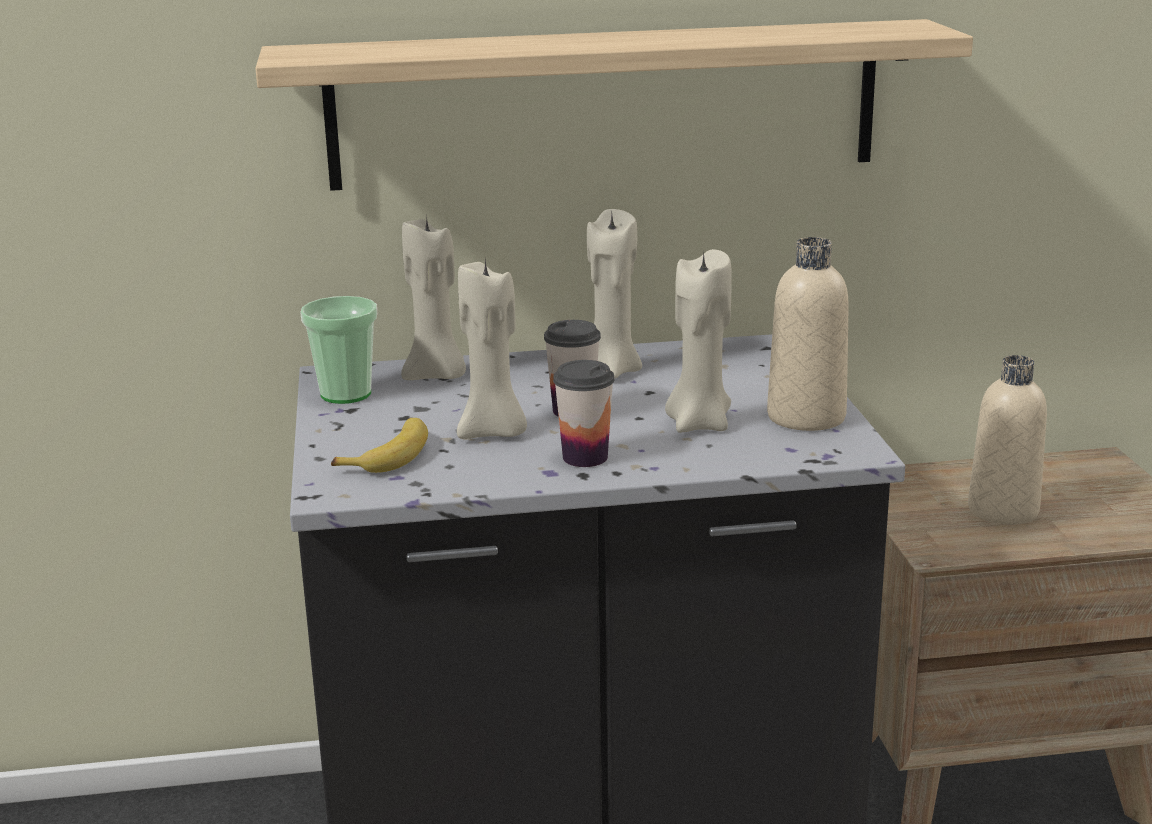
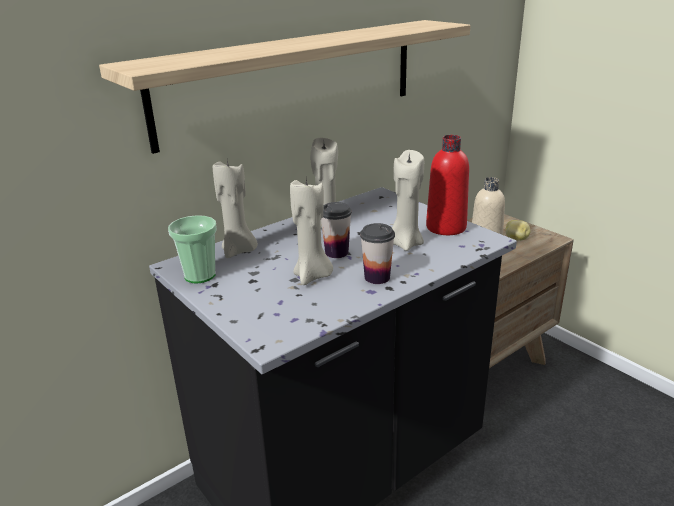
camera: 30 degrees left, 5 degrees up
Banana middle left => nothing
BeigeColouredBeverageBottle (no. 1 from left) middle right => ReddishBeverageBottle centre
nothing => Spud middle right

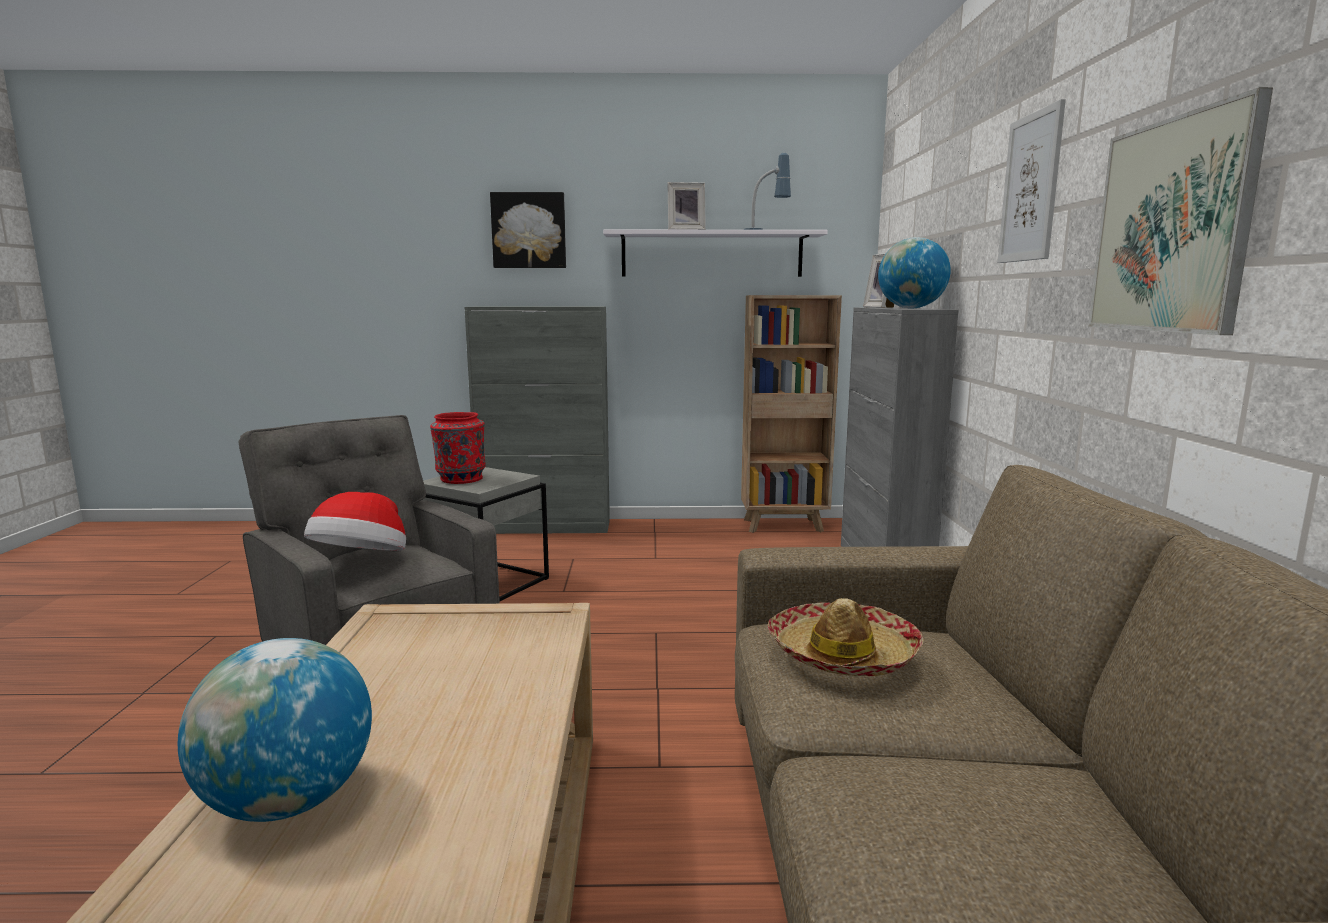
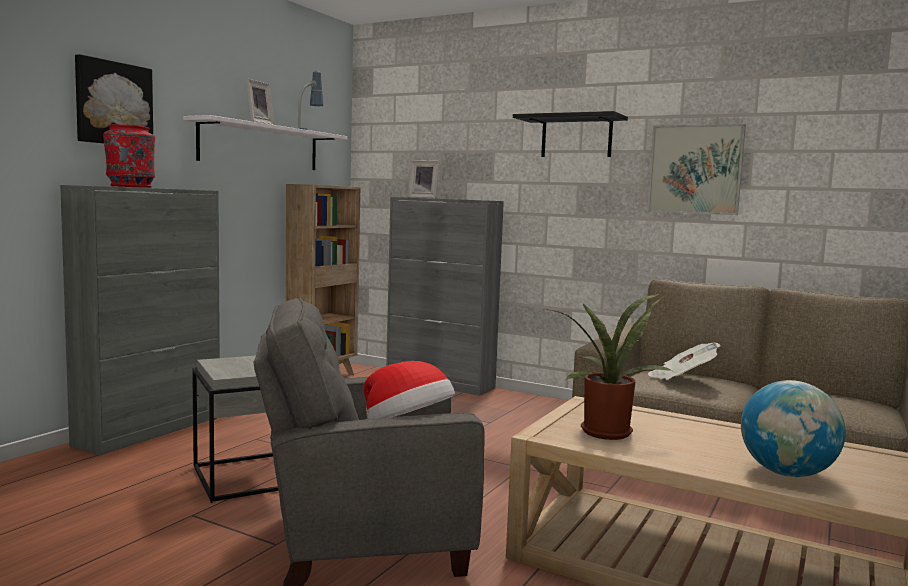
camera: 60 degrees left, 5 degrees down
ReddishFlowerVase centre => ReddishFlowerVase top left, shifted
Hat (no. 2 from left) bottom centre => PrintedPaper middle right
Globe (no. 2 from left) top right => nothing
WallArt (no. 2 from left) top right => BlackishShelf top centre
nothing => PlantInAPot middle right

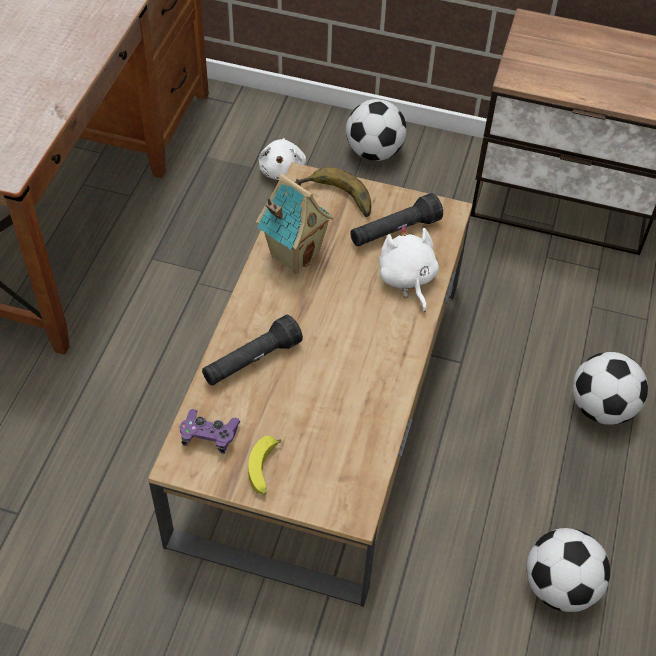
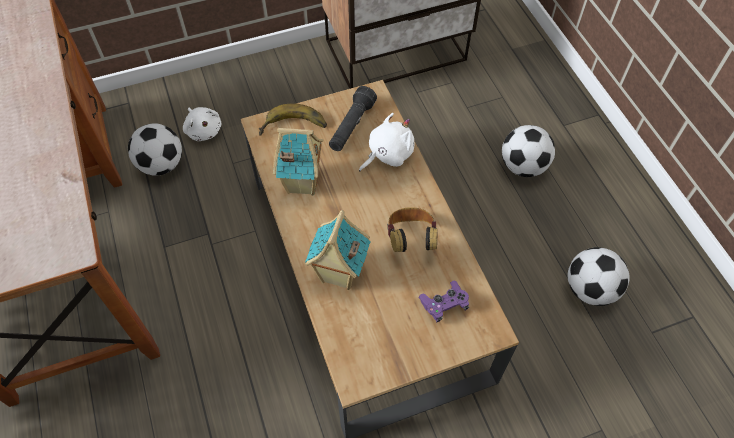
camera: 35 degrees left, 5 degrees up
PurpleGameController middle left => PurpleGameController bottom centre, shifted
BlackishHandTorch (no. 1 from left) centre => ToyHouse (no. 2 from left) centre
Banana (no. 1 from left) bottom centre => nothing
Football (no. 1 from left) top centre => Football (no. 1 from left) middle left, shifted
WhiteSoftToy (no. 2 from left) centre => WhiteSoftToy (no. 2 from left) top centre, 105 degrees clockwise
nothing => Headset centre

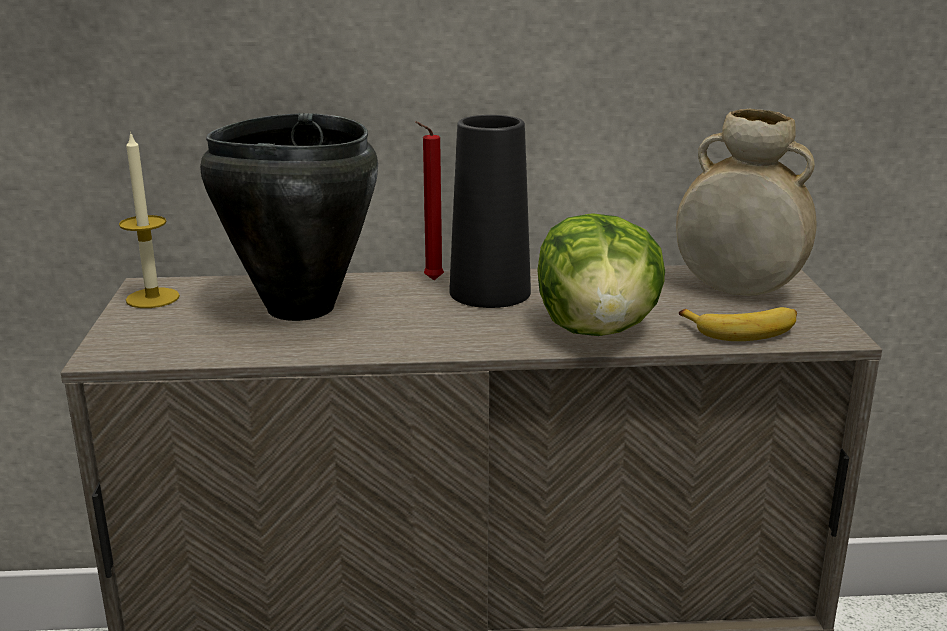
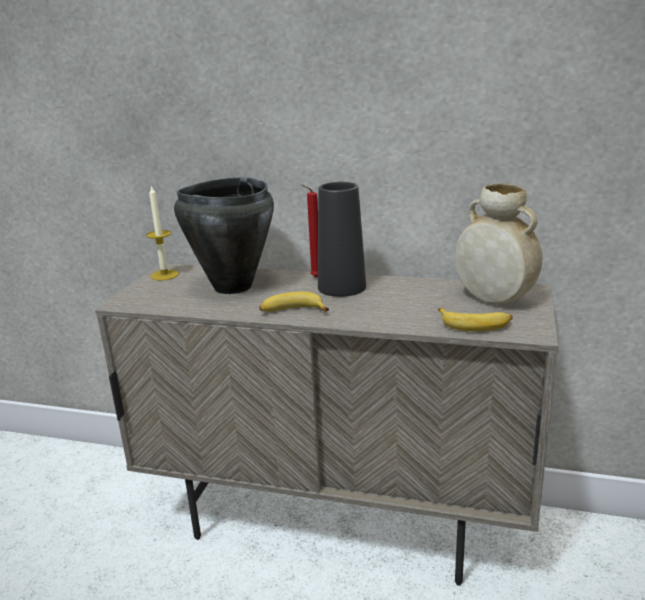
camera: 20 degrees right, 0 degrees up
Lettuce centre => nothing
nothing => Banana (no. 1 from left) centre

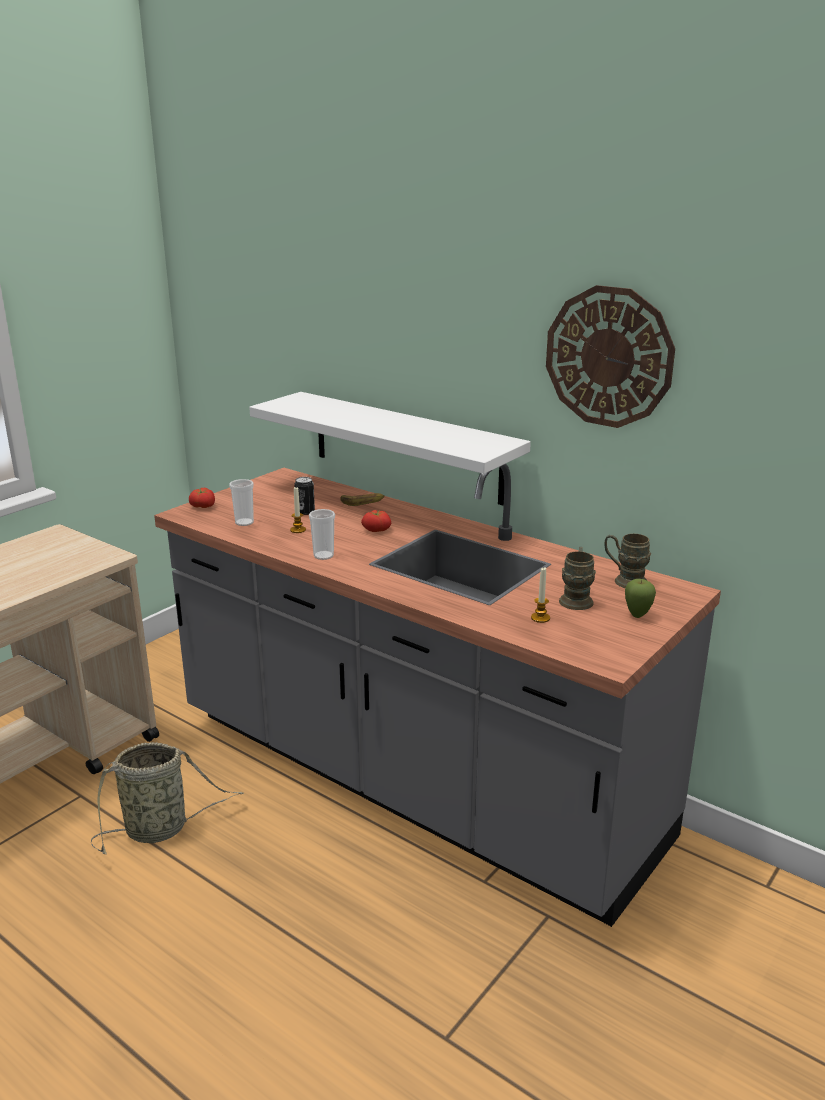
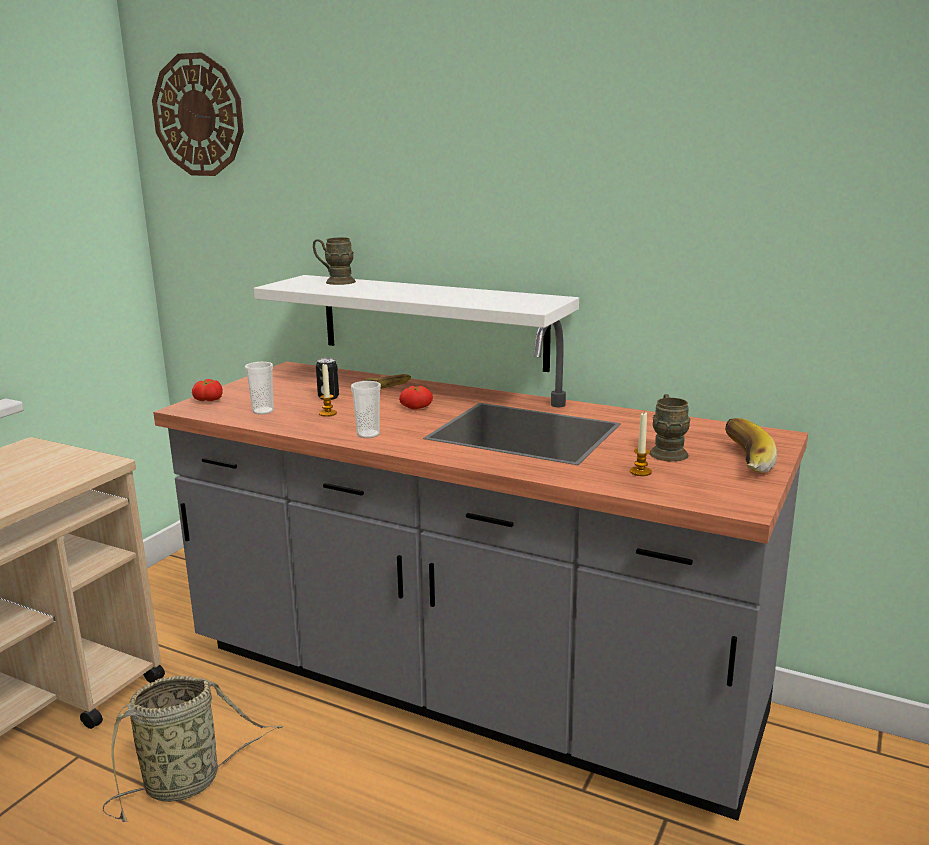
camera: 10 degrees left, 5 degrees down
ClockOnTheWall top right => ClockOnTheWall top left, shifted
BrownishMug (no. 2 from left in the first image) middle right => BrownishMug (no. 1 from left) top centre, shifted
AppleFruit middle right => Banana (no. 2 from left) middle right

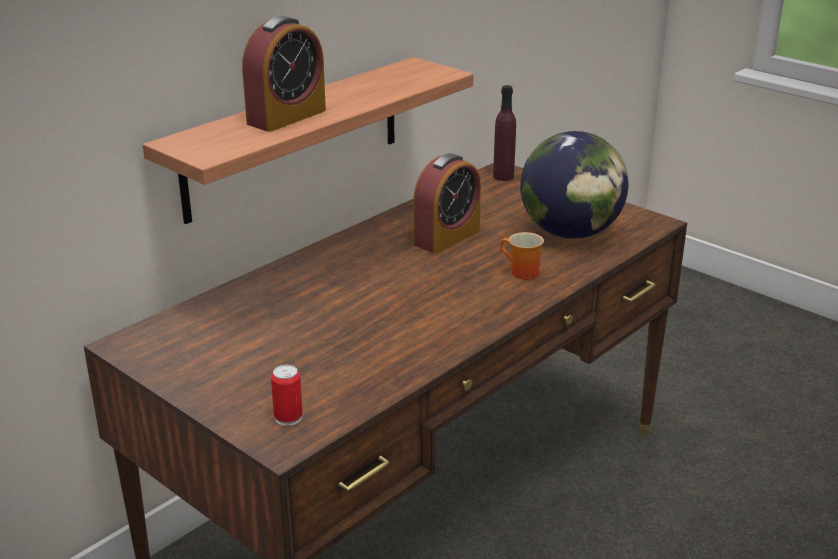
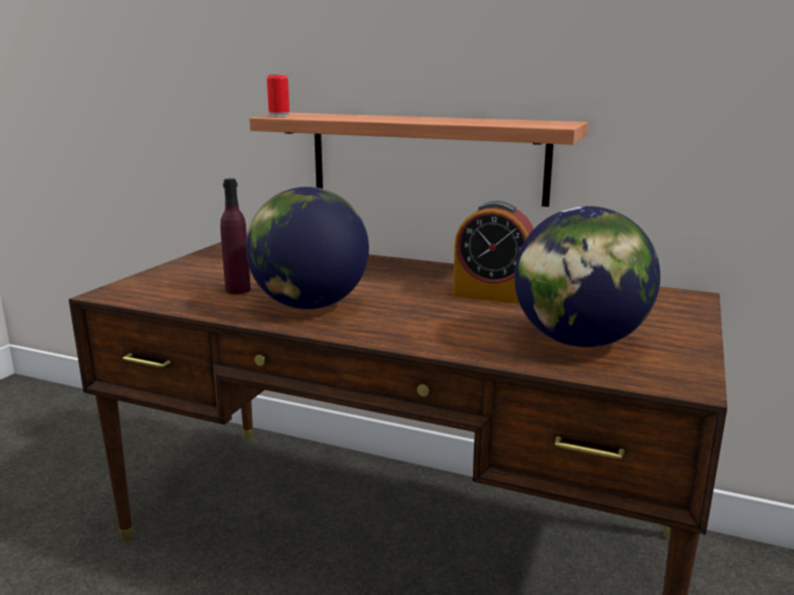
camera: 70 degrees right, 10 degrees down
AlarmClock (no. 1 from left) top centre => nothing
Can bottom centre => Can top centre, shifted
PurpleBeverageBottle top centre => PurpleBeverageBottle middle left, shifted
Mug centre => nothing
nothing => Globe (no. 1 from left) centre

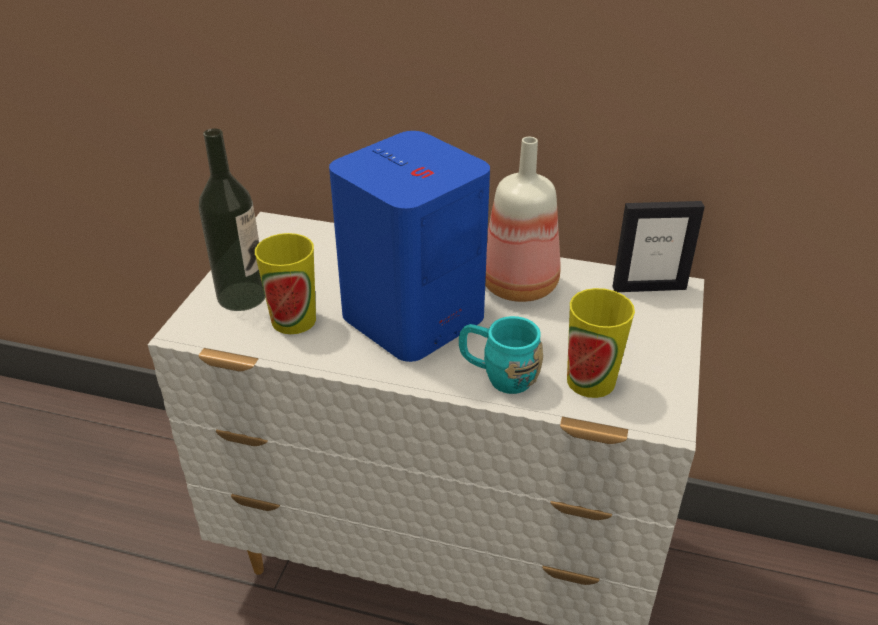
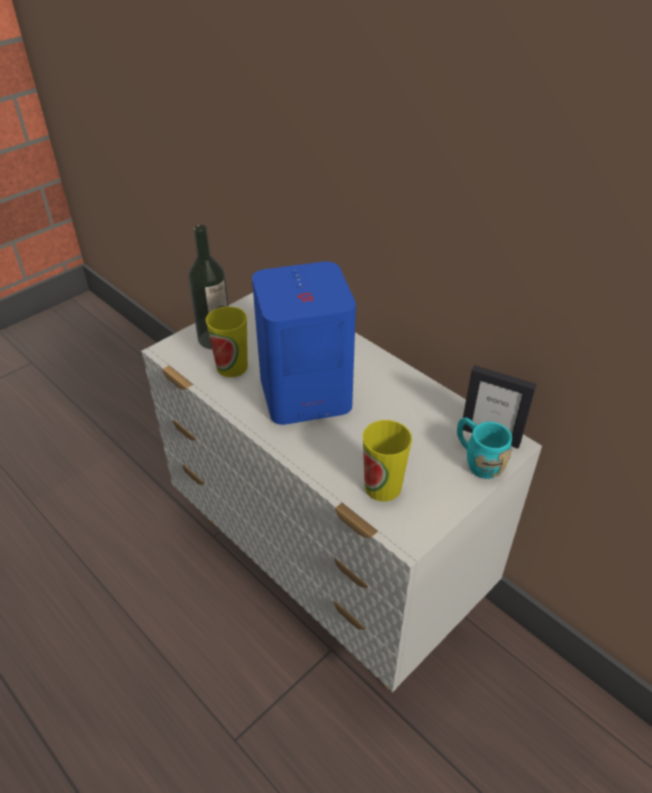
camera: 30 degrees right, 5 degrees up
TurquoiseColouredMug centre => TurquoiseColouredMug middle right, shifted
BeverageBottle (no. 2 from left) centre => nothing

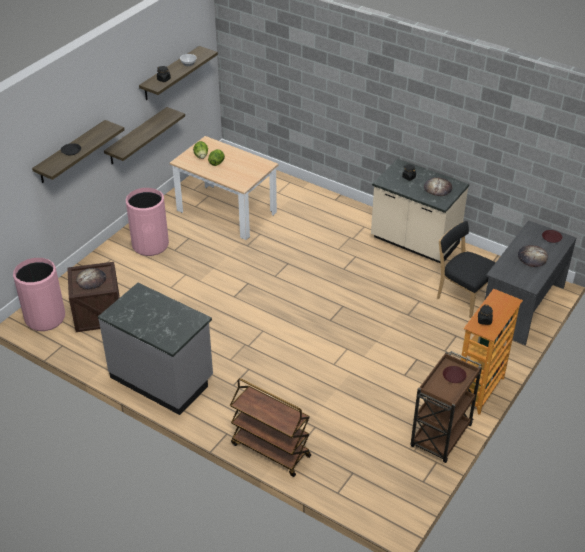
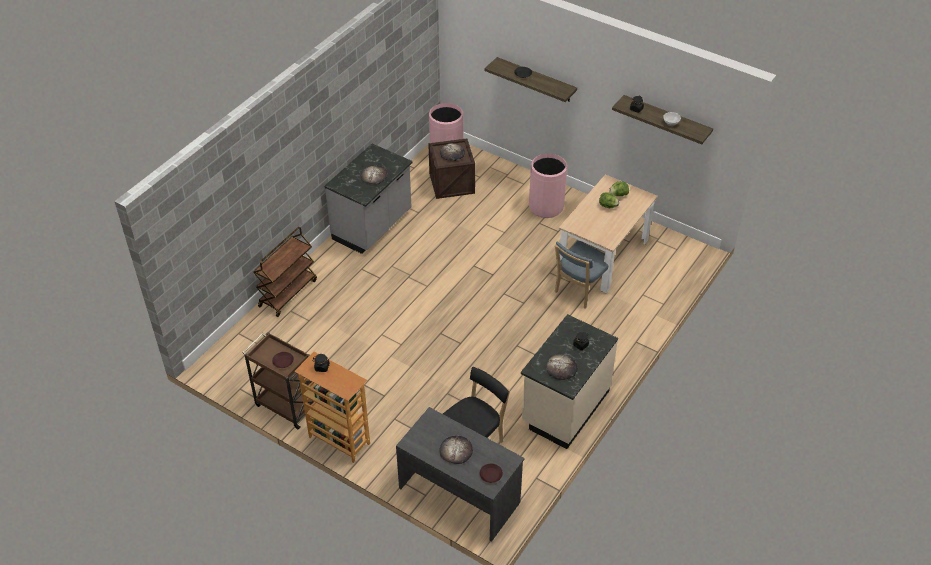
camera: 90 degrees right, 5 degrees up
Shelf (no. 2 from left) top left => nothing
nothing => Bread (no. 1 from left) top centre
nothing => BluePlainChair centre

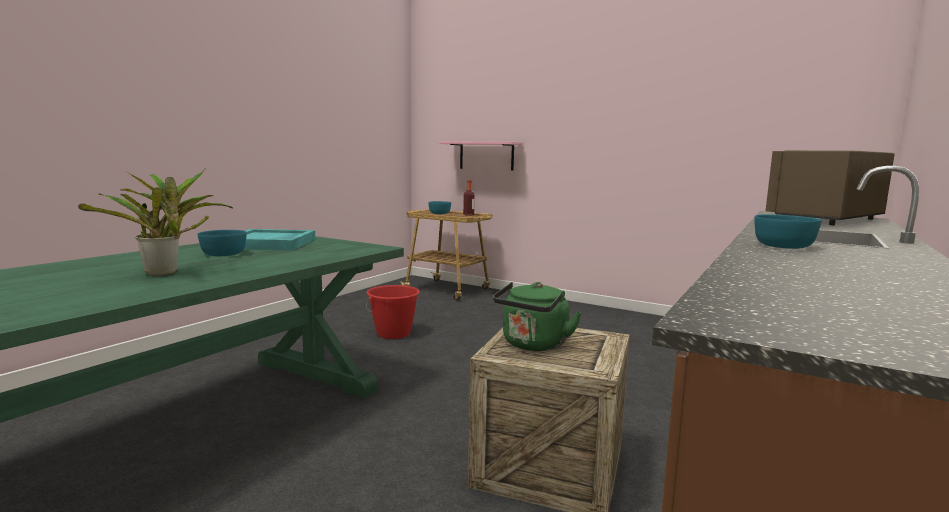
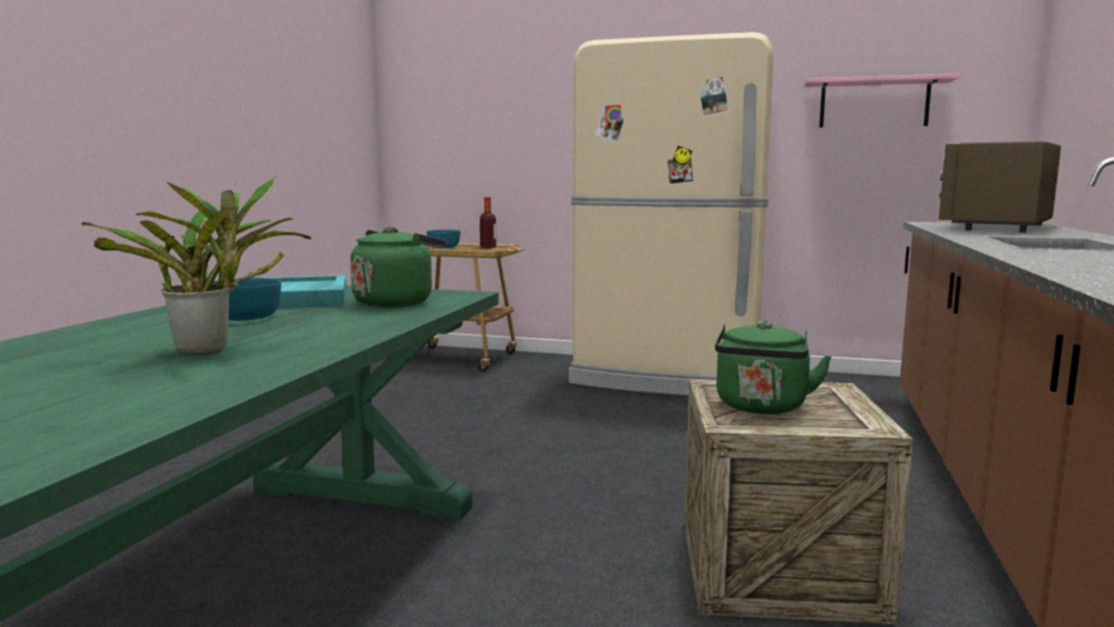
camera: 15 degrees left, 0 degrees up
ReddishPail centre => nothing
PinkColouredShelf top centre => PinkColouredShelf top right, shifted
TurquoiseColouredBowl (no. 3 from left) middle right => nothing
nothing => GreenishKettle (no. 1 from left) centre
nothing => BeigeColouredKitchenFridge centre

